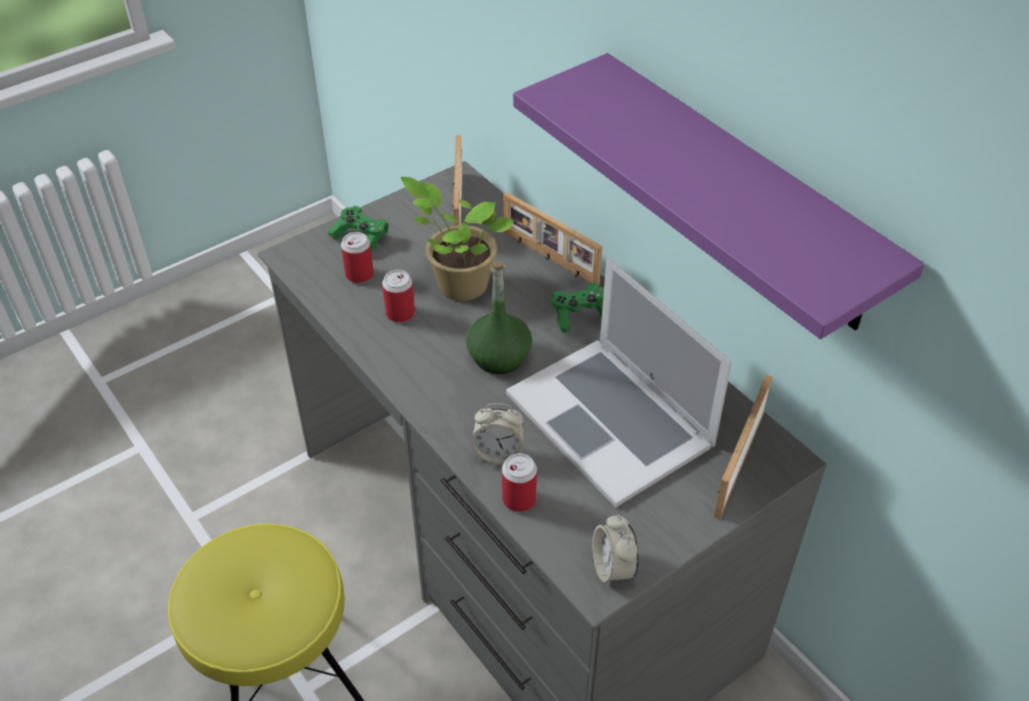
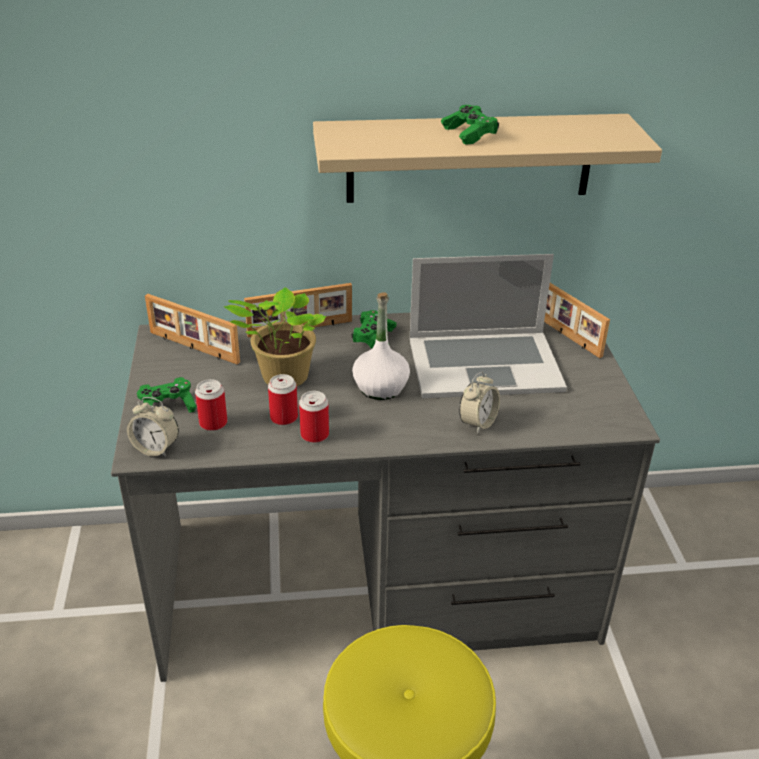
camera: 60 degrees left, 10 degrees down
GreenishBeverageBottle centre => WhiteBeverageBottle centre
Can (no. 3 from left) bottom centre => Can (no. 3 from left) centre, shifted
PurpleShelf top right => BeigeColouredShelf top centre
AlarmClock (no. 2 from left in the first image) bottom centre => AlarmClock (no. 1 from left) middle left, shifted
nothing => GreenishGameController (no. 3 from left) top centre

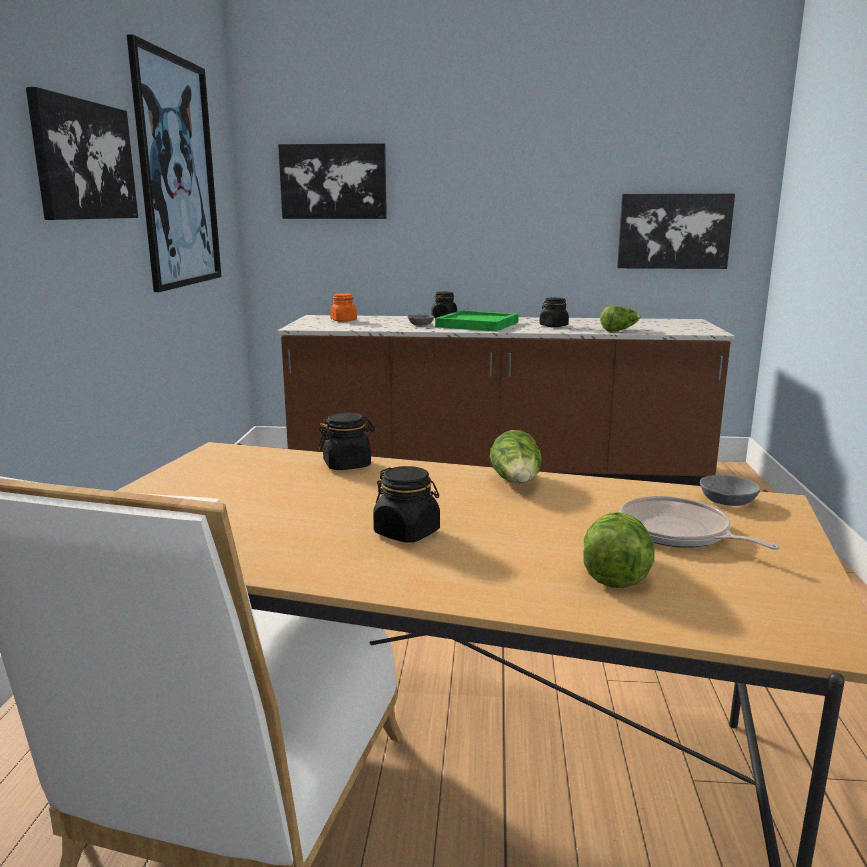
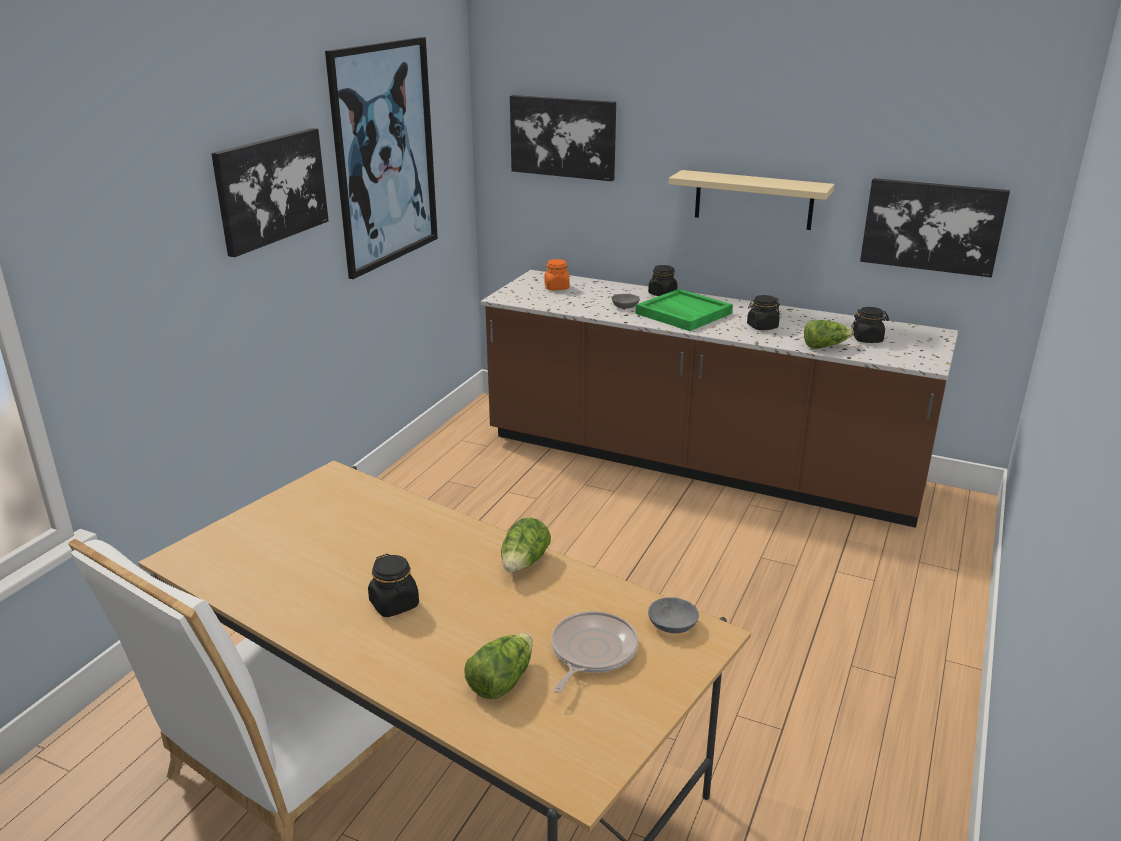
camera: 20 degrees right, 10 degrees up
BlackishJar (no. 1 from left in the first image) centre => BlackishJar (no. 4 from left) middle right, shifted
Skillet middle right => Skillet bottom centre, 45 degrees clockwise
nothing => BeigeColouredShelf top right

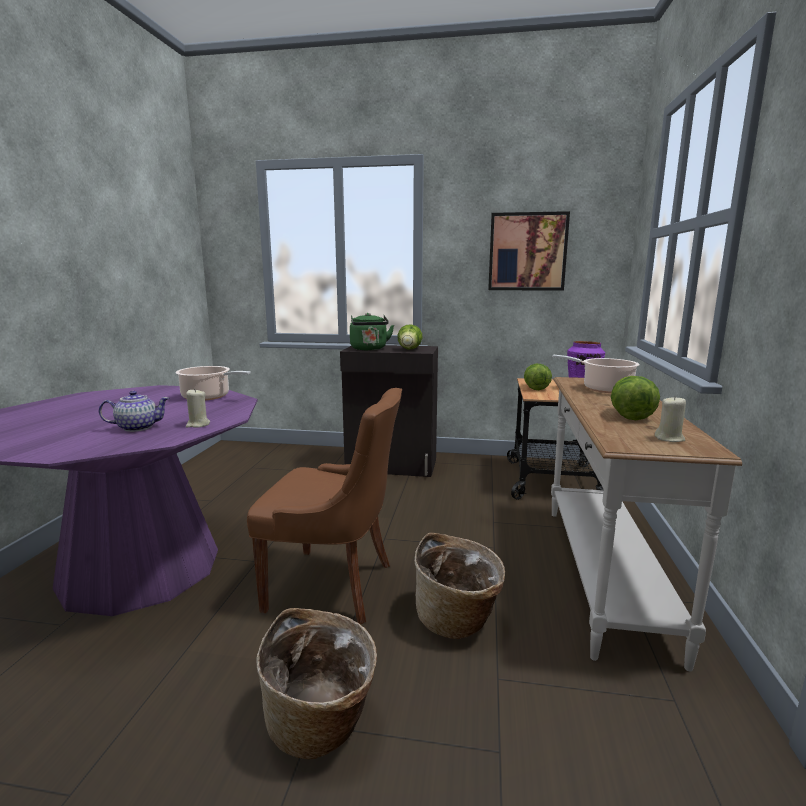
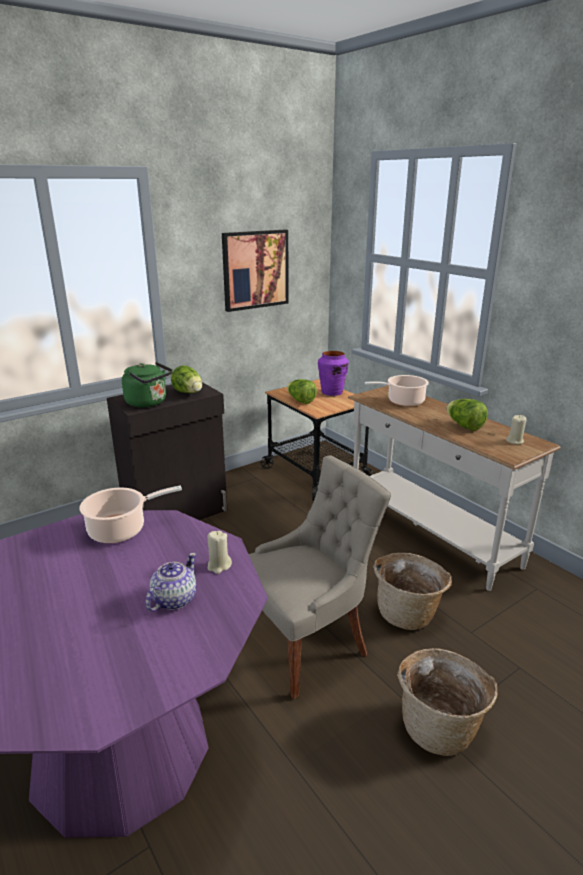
camera: 45 degrees left, 10 degrees up
BrownishPlainChair centre => GreyishPlainChair centre

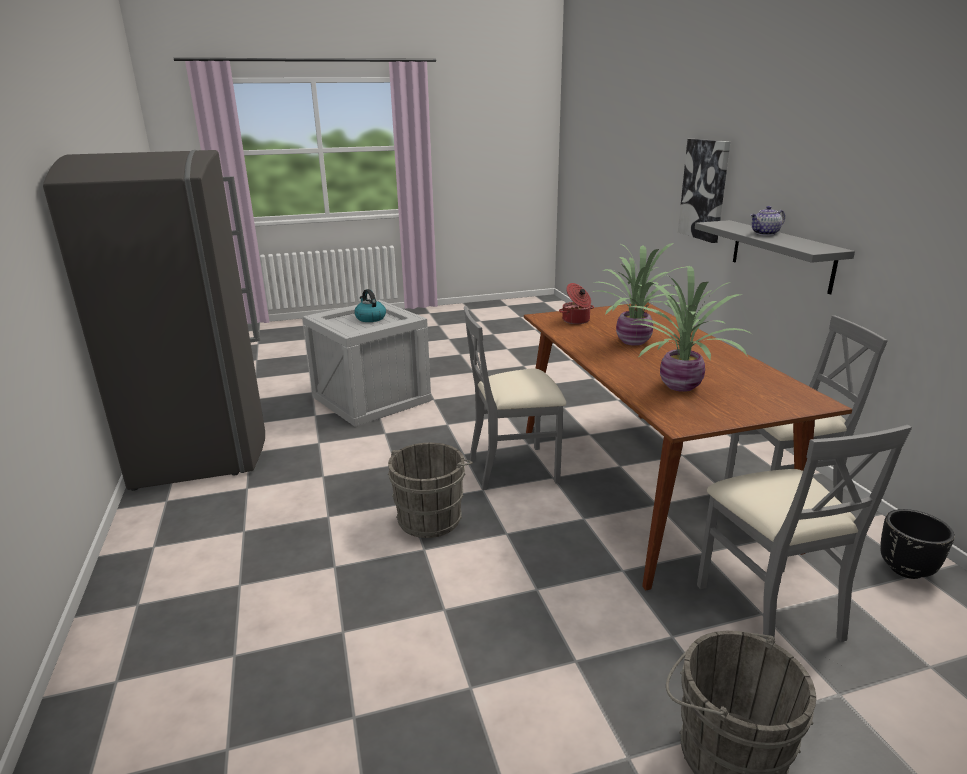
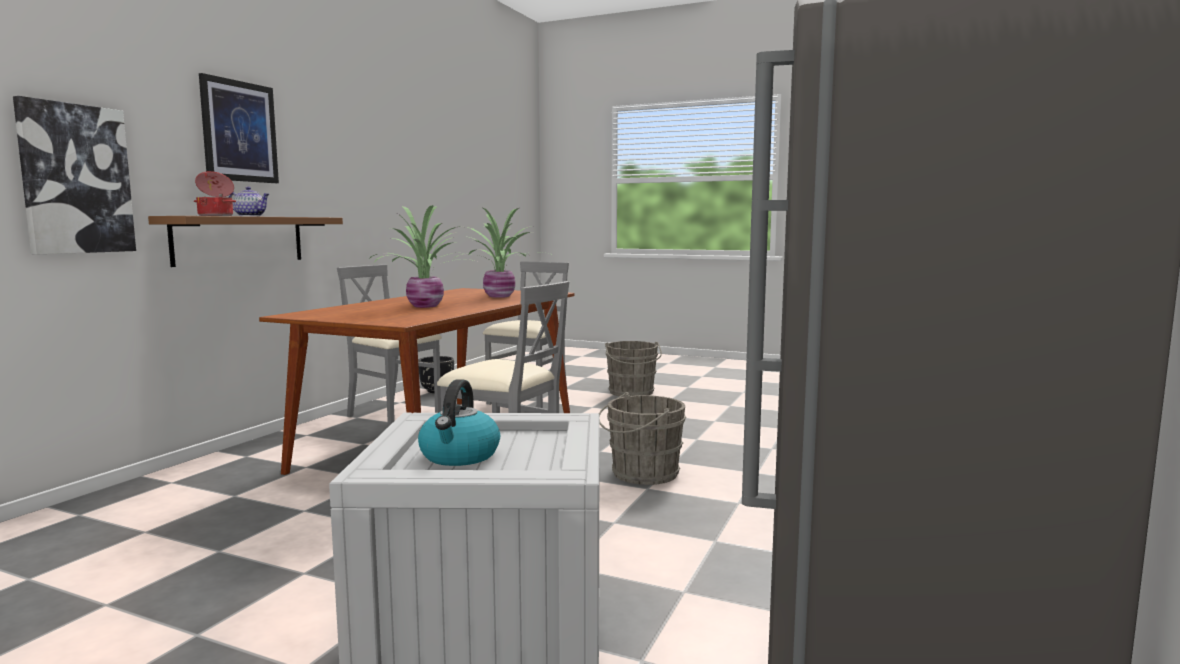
camera: 140 degrees left, 15 degrees down
CookingPot centre => CookingPot top left, shifted
GreyishShelf top right => BrownishShelf middle left
nothing => WallArt (no. 2 from left) top left

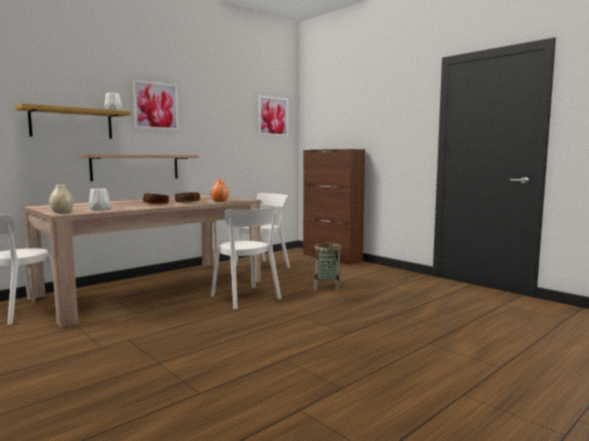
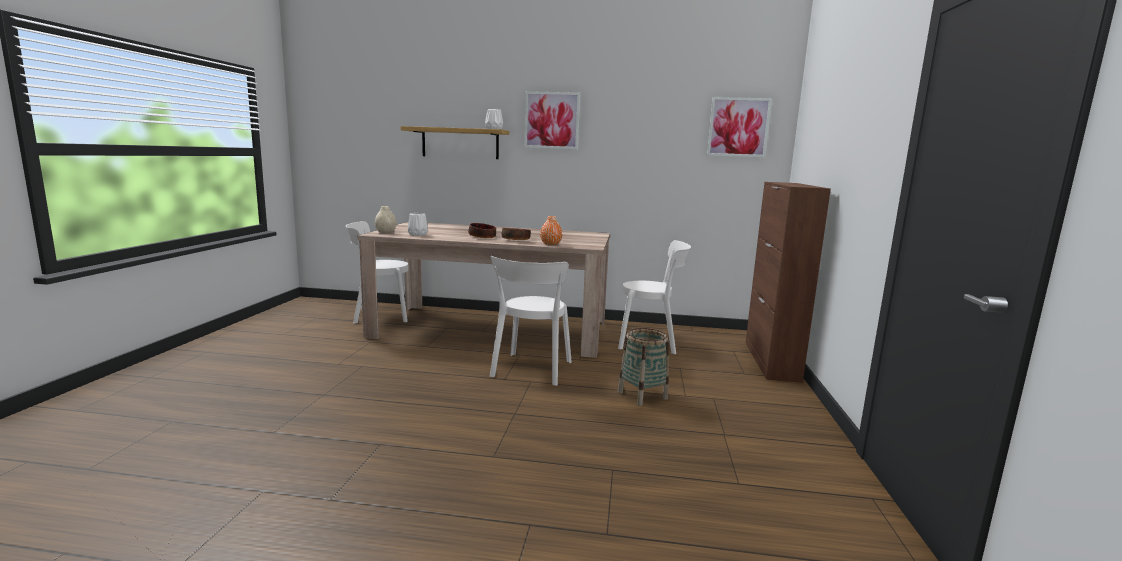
camera: 50 degrees right, 5 degrees up
Shelf (no. 2 from left) middle left => nothing

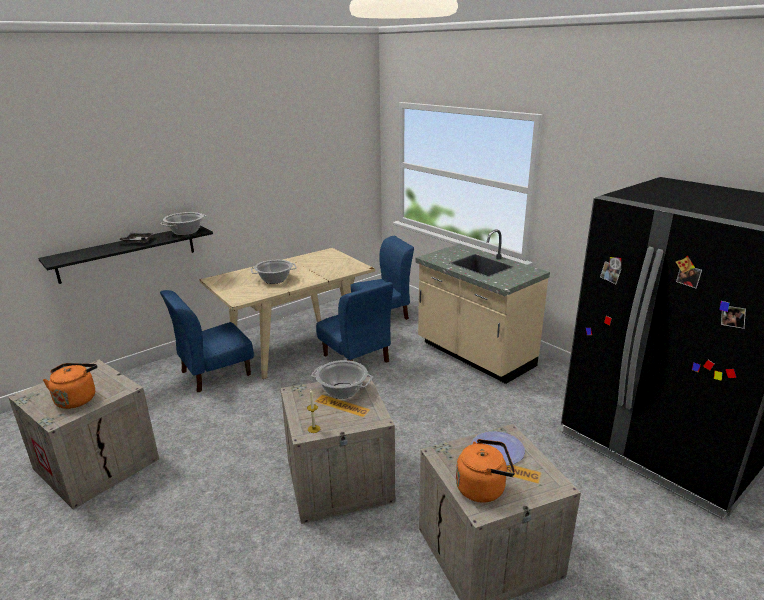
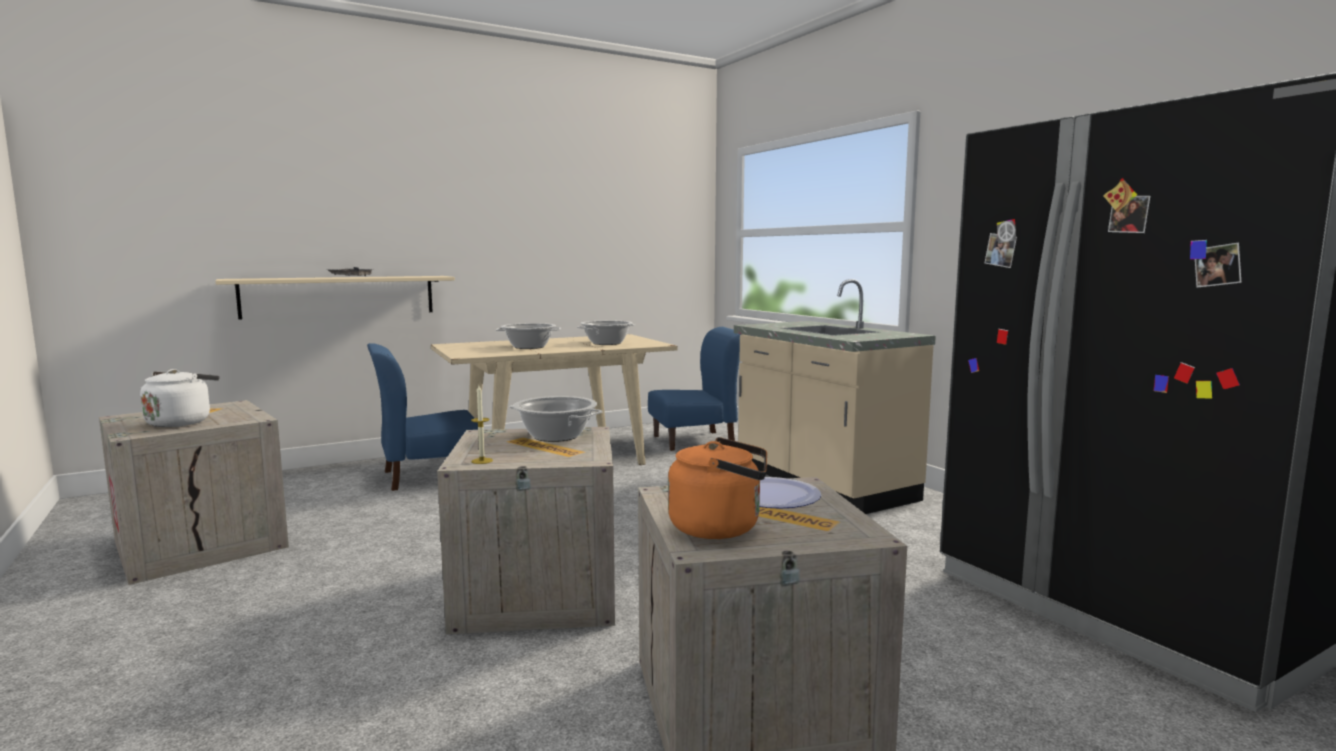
camera: 10 degrees right, 15 degrees down
BlackishShelf middle left => BeigeColouredShelf middle left
OrangeyKettle (no. 1 from left) middle left => WhiteKettle middle left
CookingPot (no. 1 from left in the first image) middle left => CookingPot (no. 3 from left) centre, shifted
BluePlainChair (no. 2 from left) centre => nothing

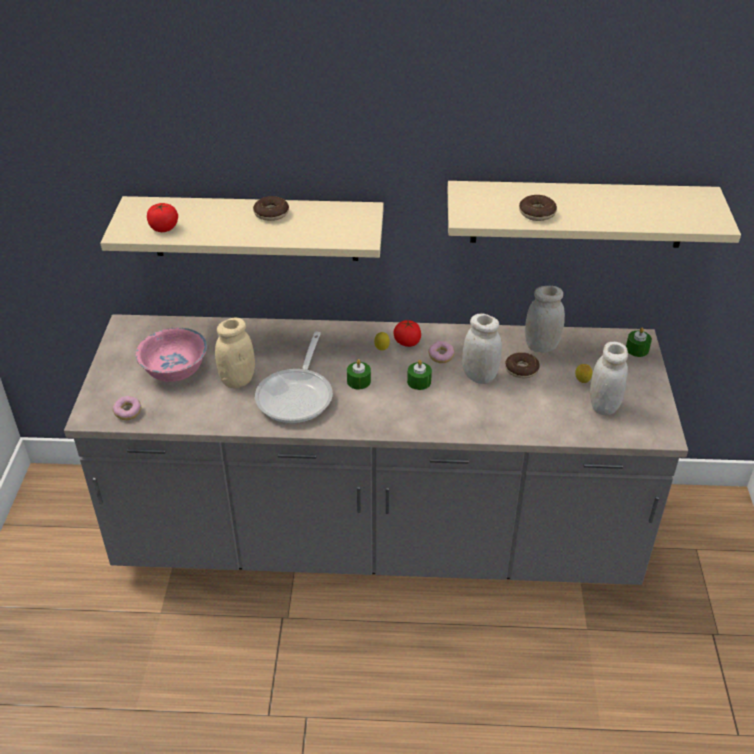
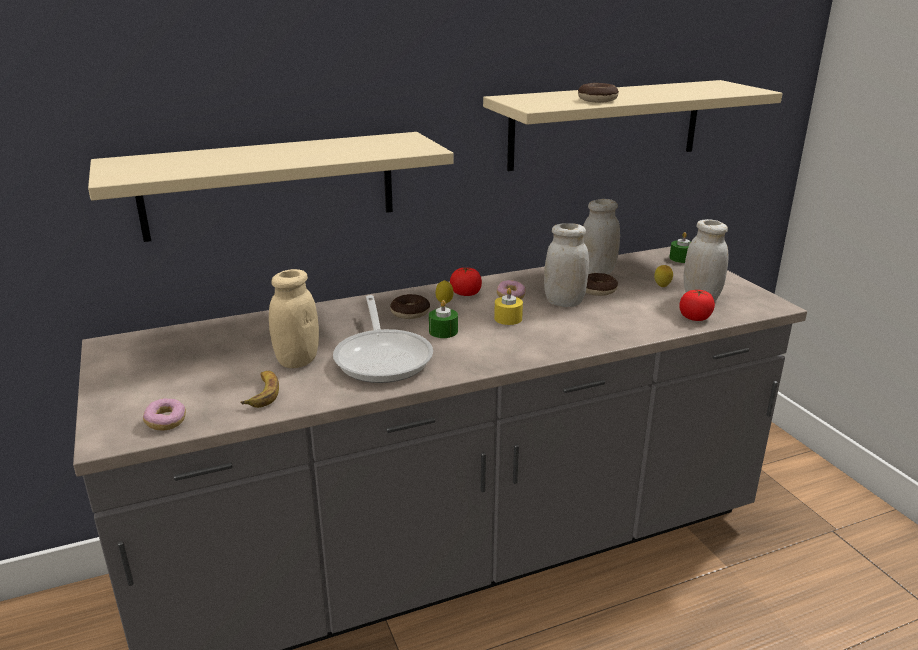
camera: 25 degrees left, 15 degrees down
PinkColouredBowl middle left => nothing
WholeTomato (no. 1 from left in the first image) top left => WholeTomato (no. 2 from left) middle right, shifted
Doughnut (no. 2 from left) top centre => Doughnut (no. 2 from left) centre, shifted
GreenishCandle (no. 2 from left) centre => YellowishCandle centre
nothing => Banana middle left

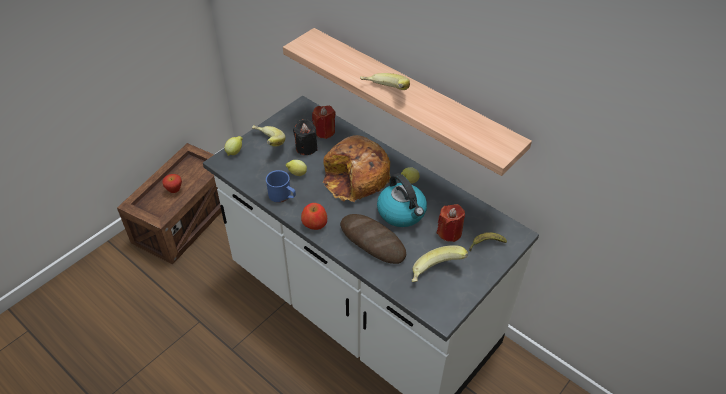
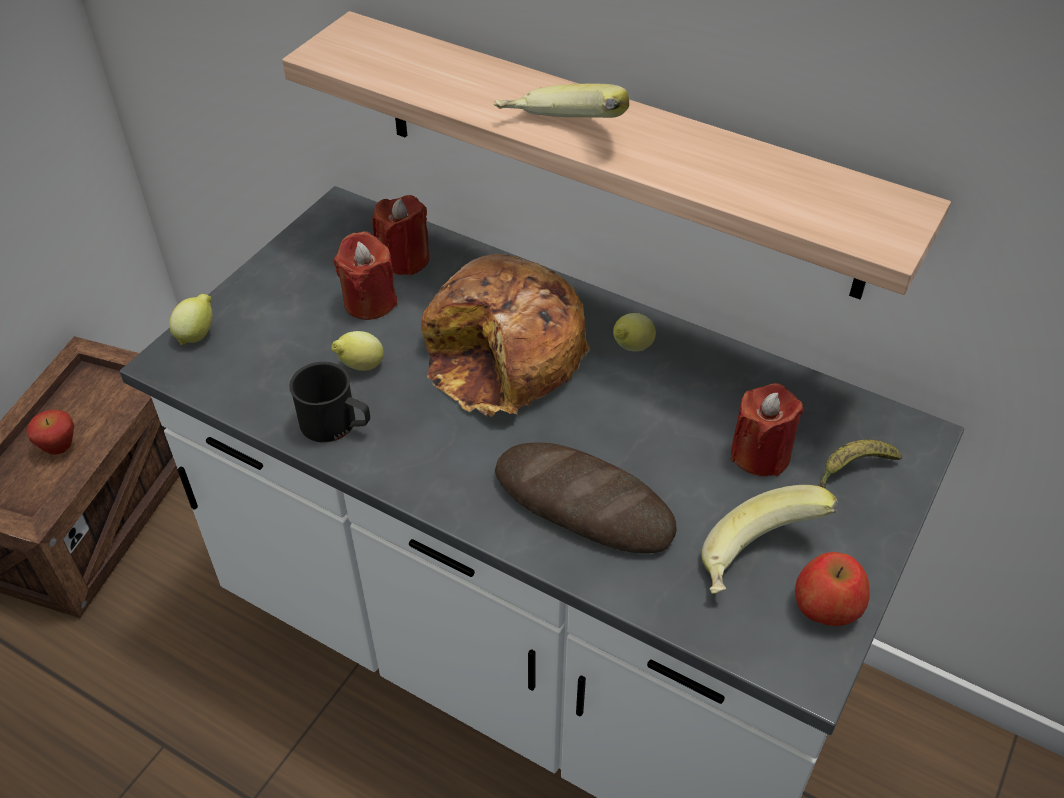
camera: 10 degrees left, 0 degrees up
Banana (no. 1 from left) centre => nothing
BlueMug centre => BlackishMug middle left
BlackishCandle centre => ReddishCandle (no. 1 from left) centre
AppleFruit (no. 2 from left) centre => AppleFruit (no. 2 from left) bottom right, shifted
Kettle centre => nothing

